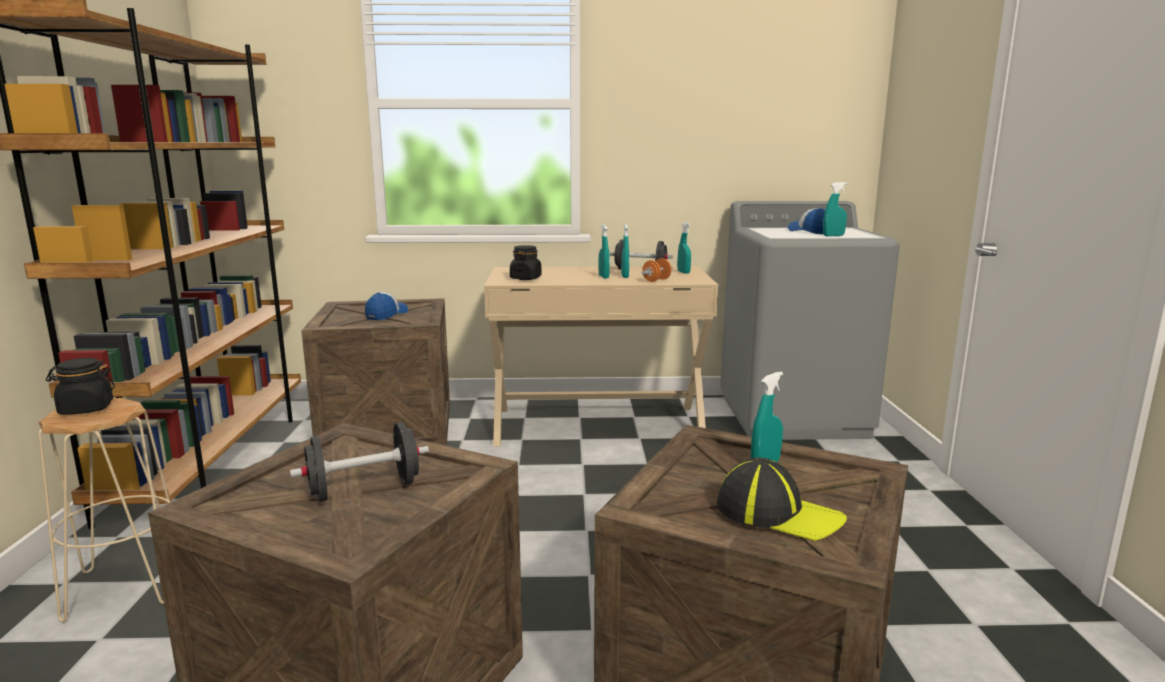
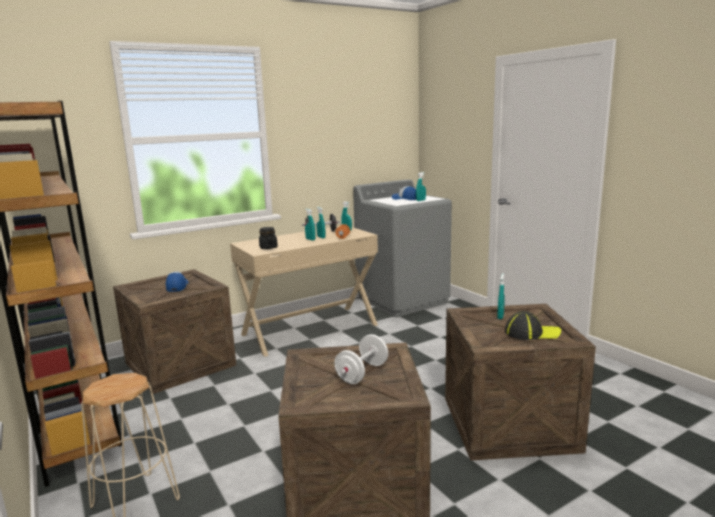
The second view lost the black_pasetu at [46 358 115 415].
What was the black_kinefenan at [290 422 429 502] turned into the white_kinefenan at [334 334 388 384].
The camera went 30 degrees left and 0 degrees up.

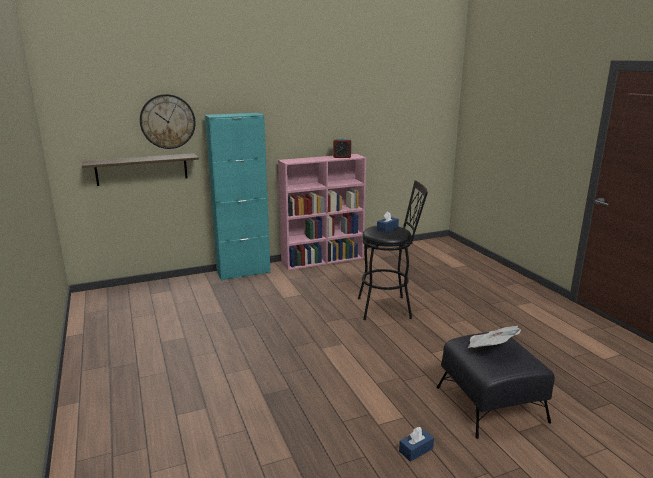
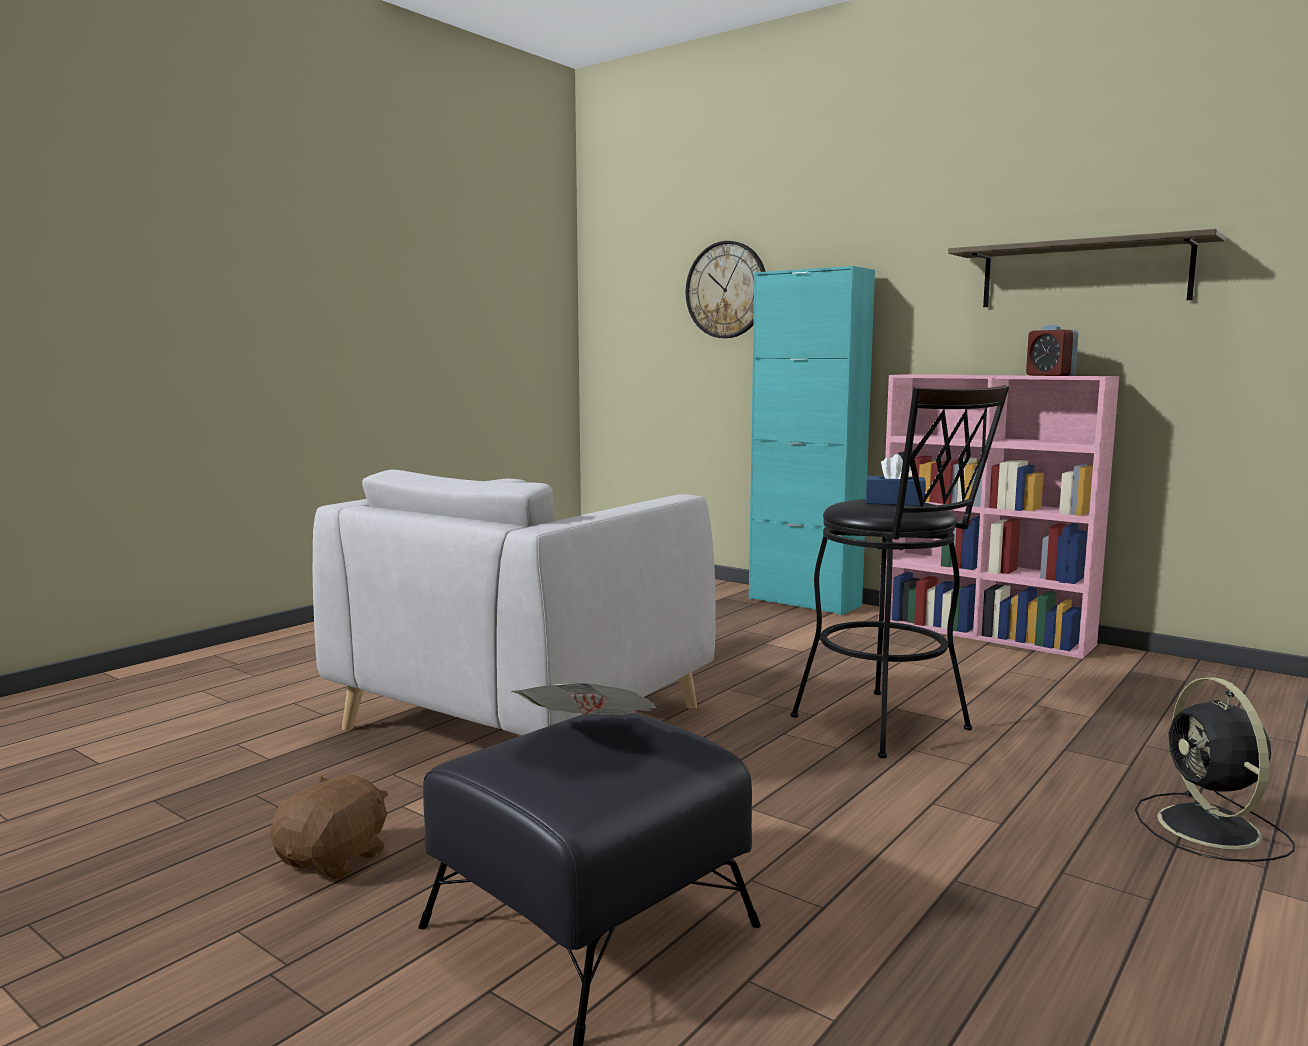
The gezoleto ended up elsewhere, having gone from [82 153 199 186] to [948 229 1225 307].
Where the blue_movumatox stood at [399 427 434 462], the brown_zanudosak came to stand at [270 774 388 879].
The second view gained the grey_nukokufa at [313 470 716 736].
The second view gained the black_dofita at [1135 677 1295 862].
The camera went 60 degrees right and 10 degrees down.

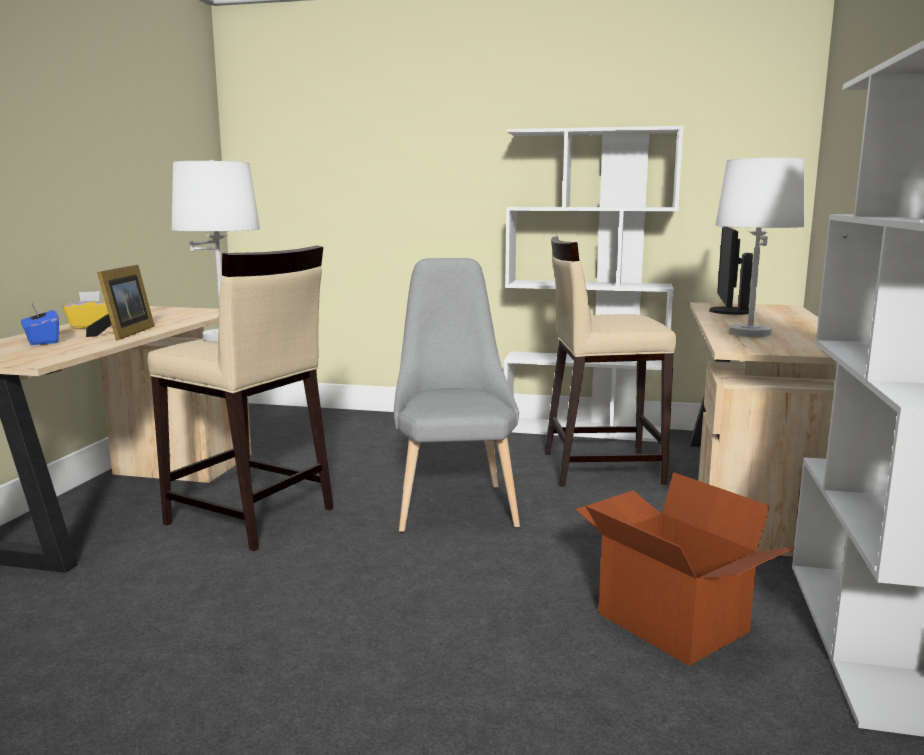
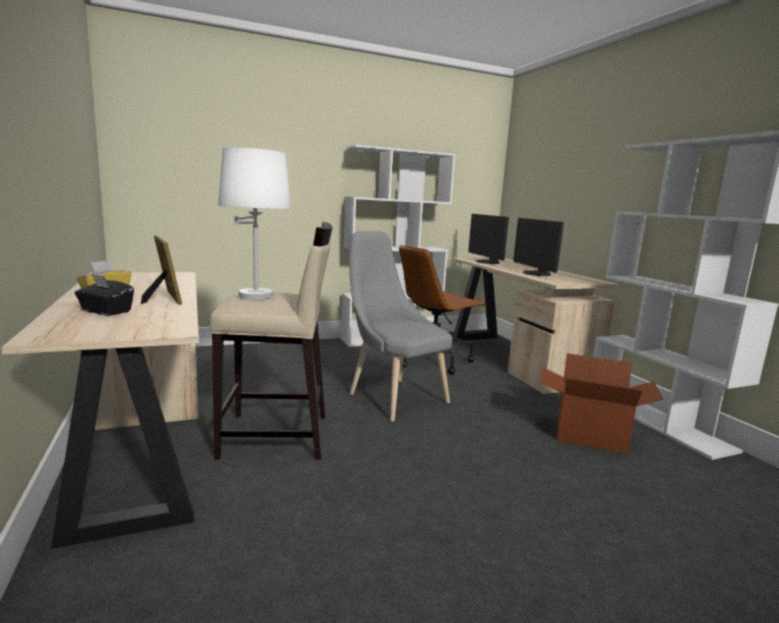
What was the blue_movumatox at [21 303 59 345] turned into the black_movumatox at [75 273 134 316].
Where the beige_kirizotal stood at [545 236 676 487], the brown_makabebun came to stand at [399 245 486 374].
Where the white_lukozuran stood at [715 157 805 337], the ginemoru came to stand at [513 218 564 276].
The camera went 35 degrees left and 0 degrees up.

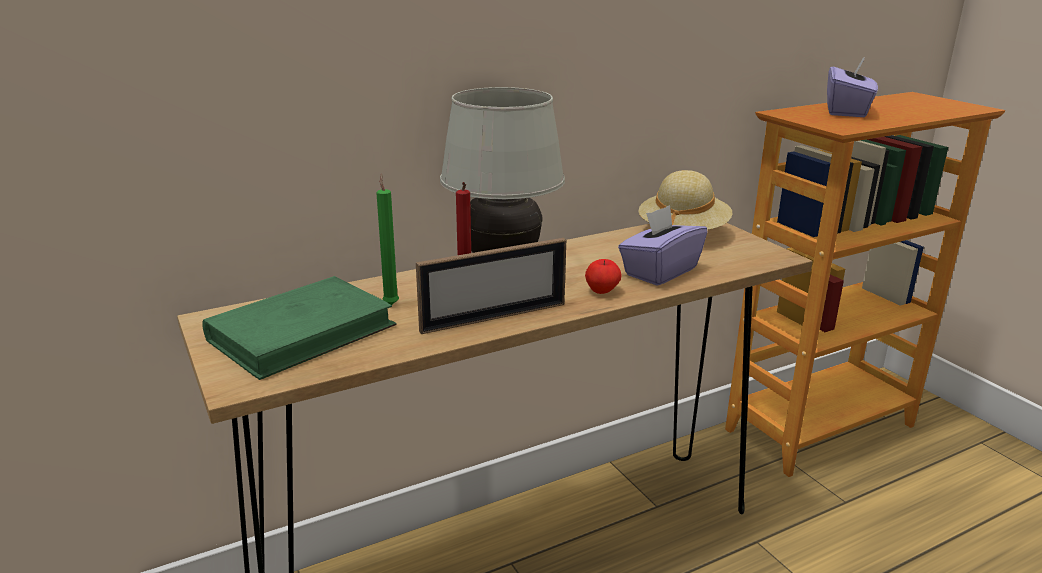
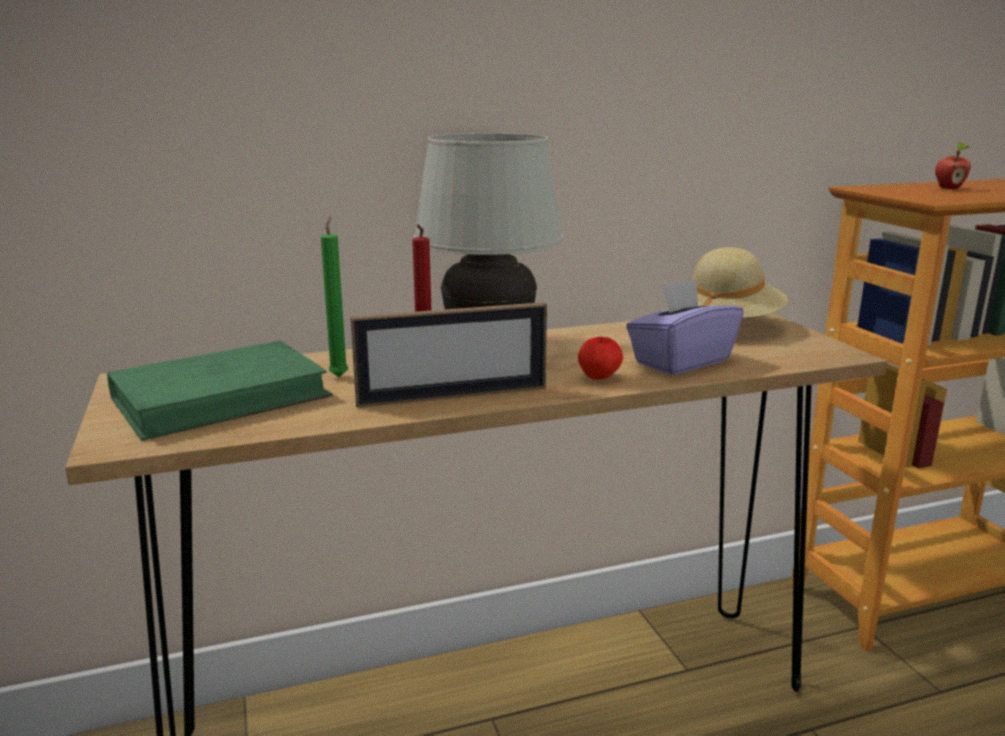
Where the purple_movumatox stood at [827 57 878 117], the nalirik came to stand at [935 142 971 189].
The camera went 10 degrees right and 5 degrees down.

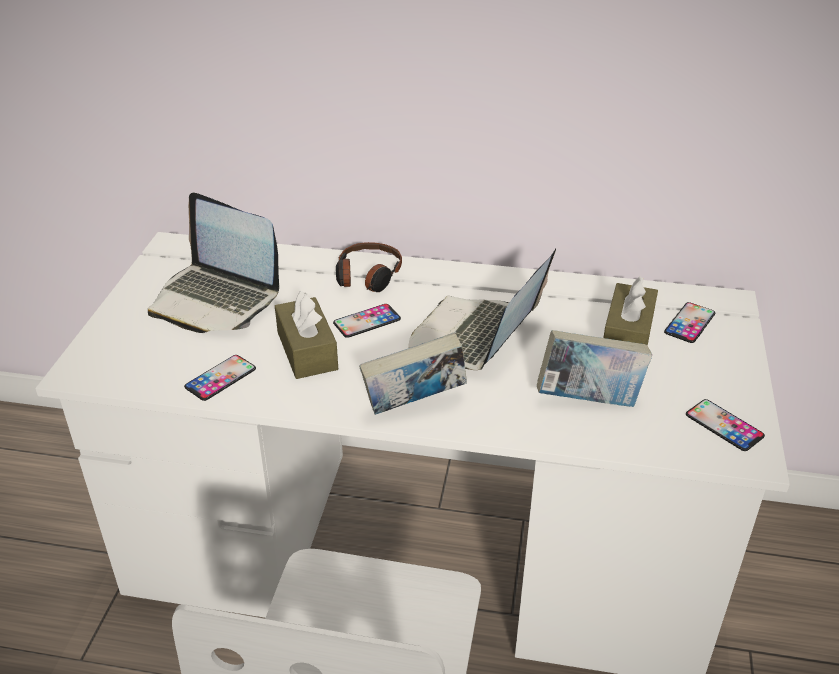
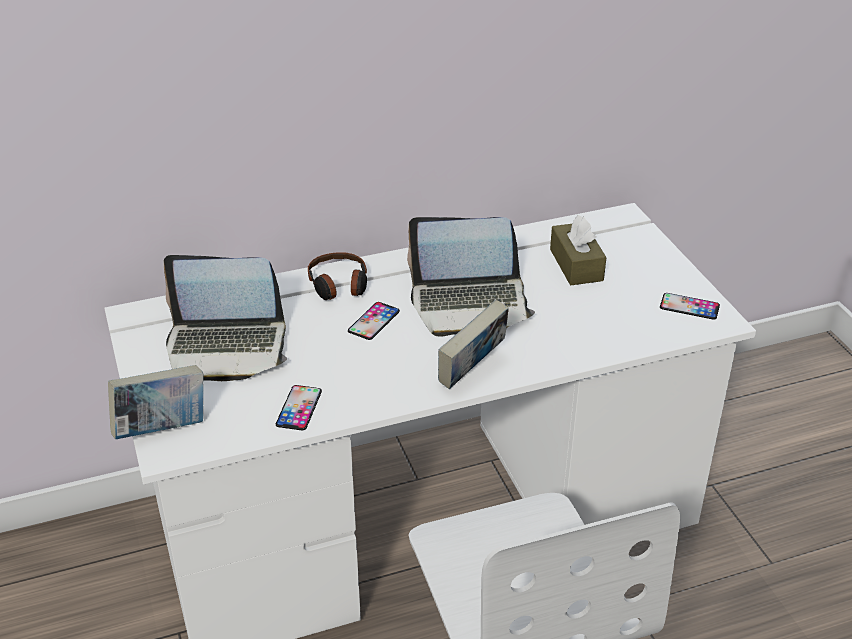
The second view lost the brown_movumatox at [275 291 338 379].
The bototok at [408 248 556 370] ended up facing another way, 90 degrees counterclockwise from before.
The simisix ended up elsewhere, having gone from [537 330 652 407] to [108 365 204 439].
The second view lost the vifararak at [664 302 715 343].
The camera went 30 degrees left and 0 degrees up.

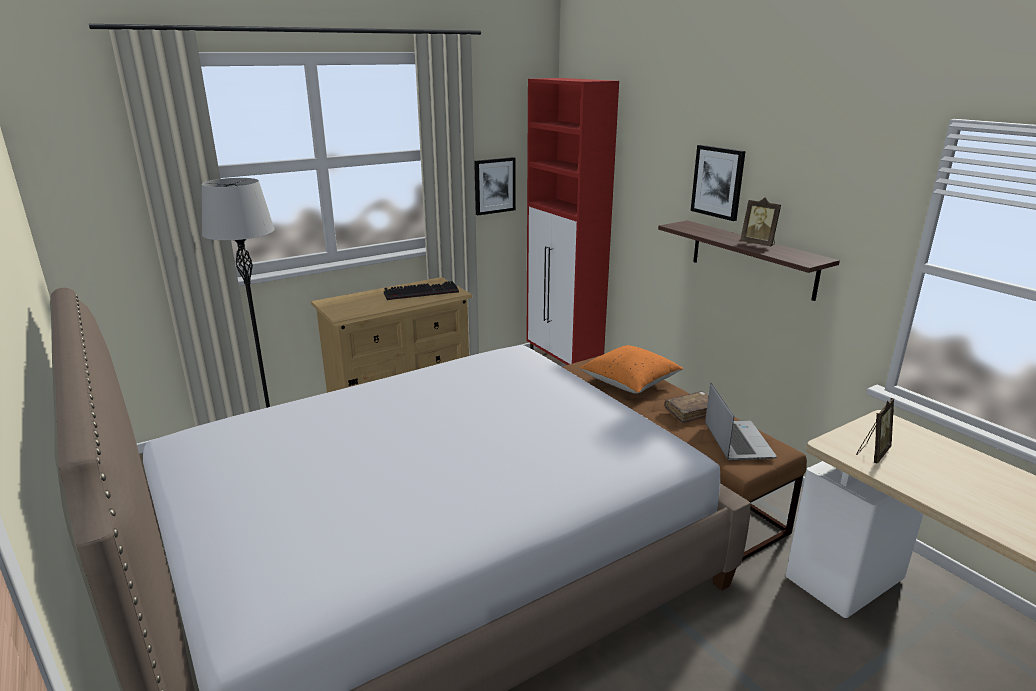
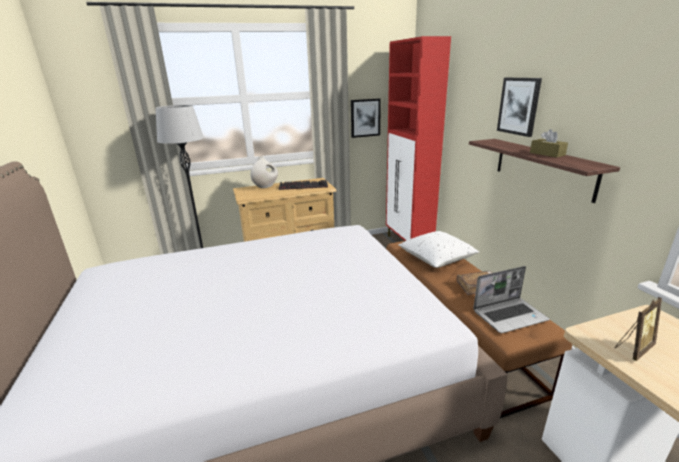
What was the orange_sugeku at [579 345 683 393] turned into the white_sugeku at [398 231 479 268].
The bototok at [705 383 777 460] ended up facing another way, 60 degrees clockwise from before.
Where the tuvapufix stood at [740 197 781 246], the brown_movumatox came to stand at [530 129 568 158].
The second view gained the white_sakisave at [250 156 278 188].
The camera went 15 degrees right and 0 degrees up.

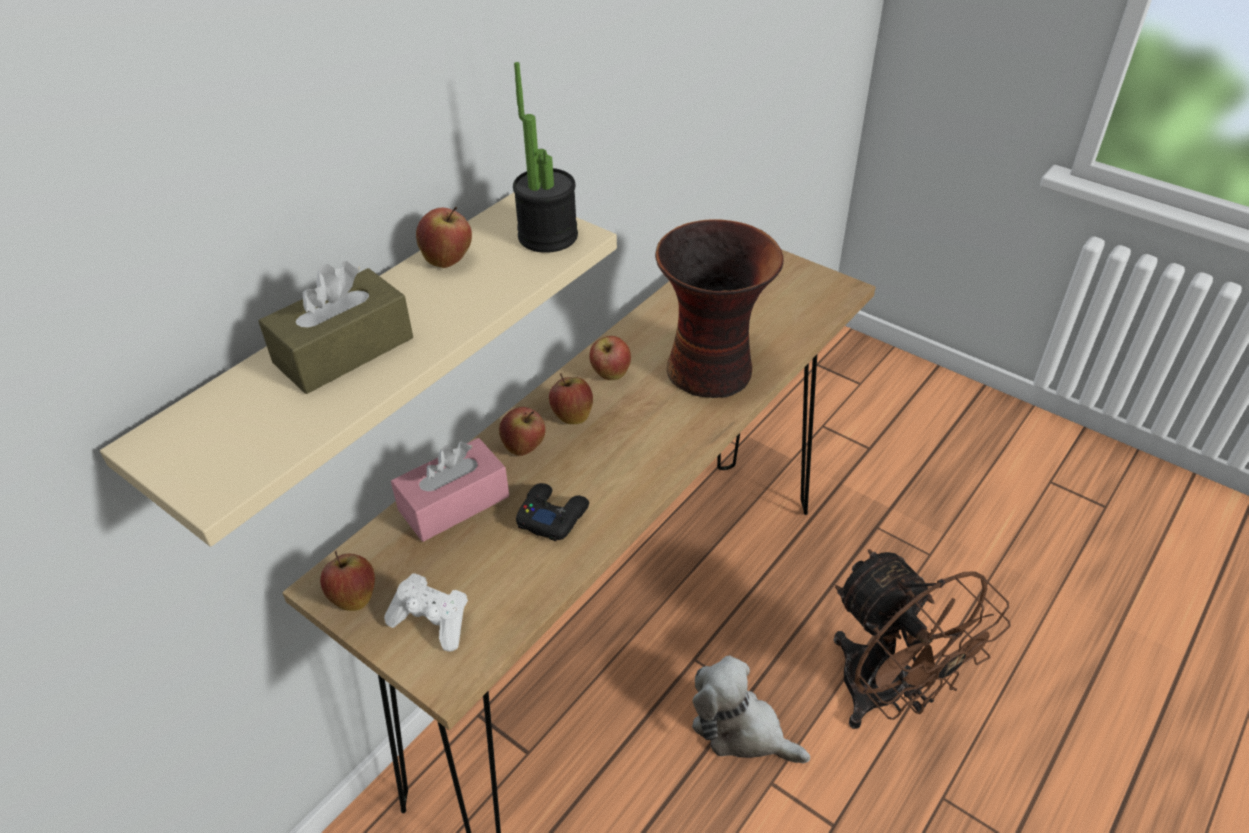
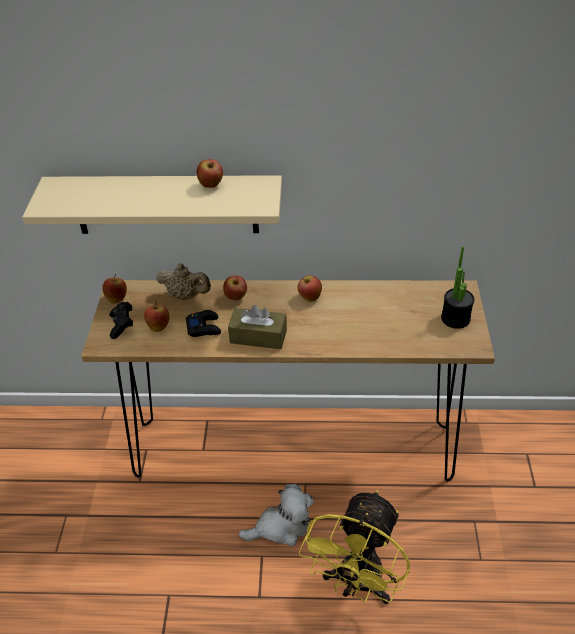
The brown_movumatox ended up elsewhere, having gone from [258 261 413 394] to [228 305 287 349].
What was the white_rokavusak at [384 573 468 652] turned into the black_rokavusak at [109 302 133 339].
Where the pink_movumatox stood at [391 438 509 542], the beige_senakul came to stand at [156 263 211 300].
The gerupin ended up elsewhere, having gone from [513 62 578 253] to [441 246 474 329].
The nalirik ended up elsewhere, having gone from [549 373 593 424] to [144 301 169 332].
The second view lost the sakisave at [655 219 784 398].
The zanudosak at [692 655 810 763] ended up facing another way, 75 degrees clockwise from before.
What was the brown_dofita at [834 549 1011 729] turned into the yellow_dofita at [299 490 410 604].
The camera went 55 degrees right and 0 degrees up.

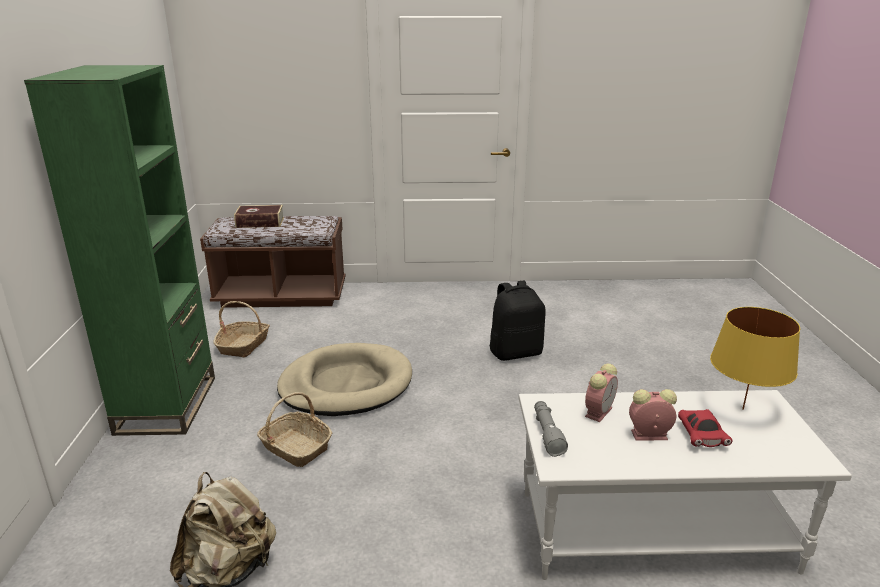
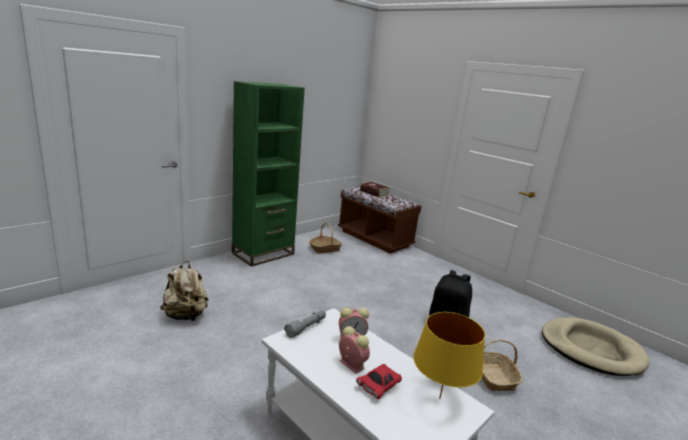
The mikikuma ended up elsewhere, having gone from [257 392 332 467] to [482 340 522 391].
The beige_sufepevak ended up elsewhere, having gone from [277 343 412 416] to [542 317 650 376].
The camera went 45 degrees right and 5 degrees down.

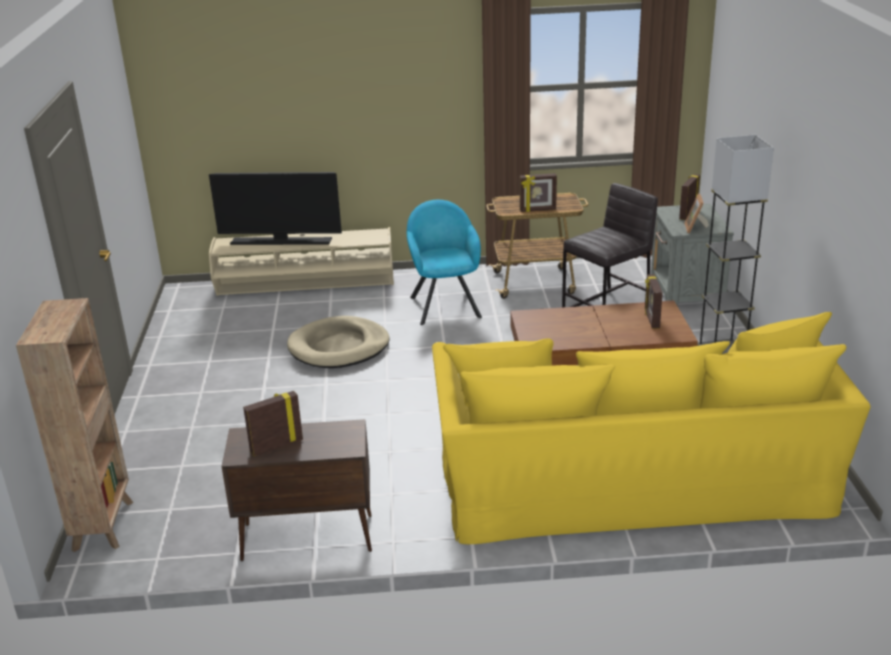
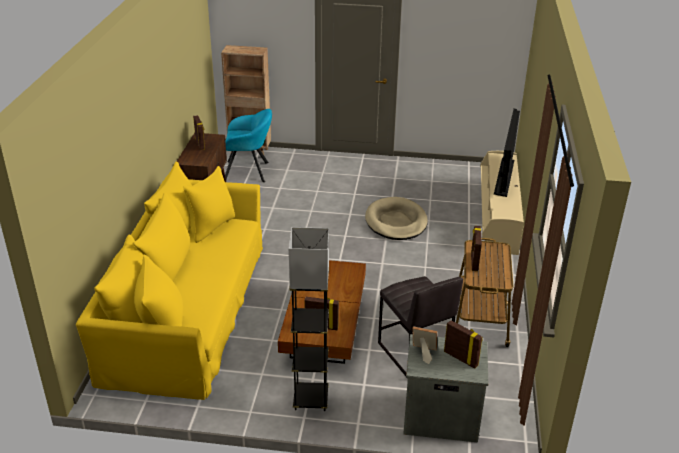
The turquoise_nukokufa ended up elsewhere, having gone from [407 200 482 325] to [225 109 272 182].
The camera went 100 degrees right and 5 degrees up.

